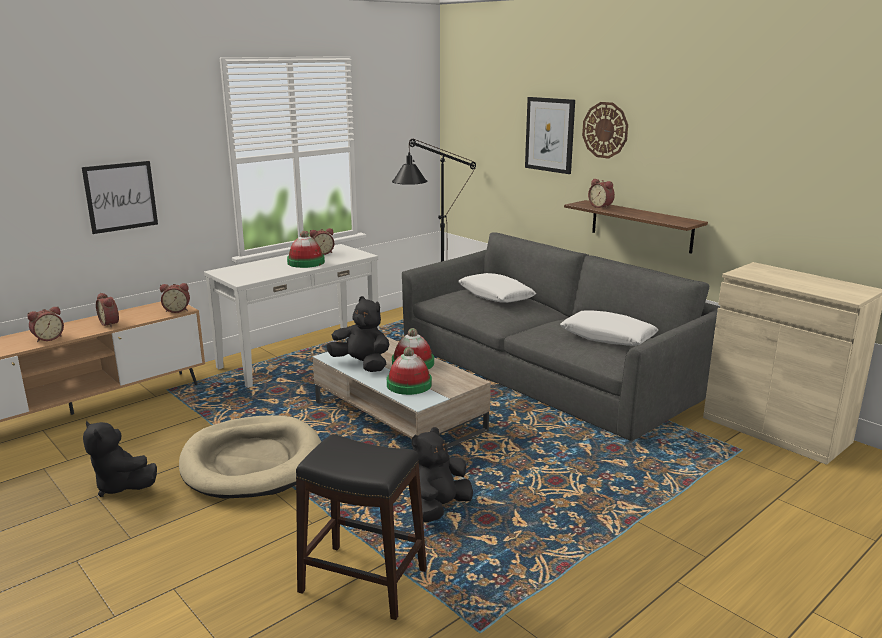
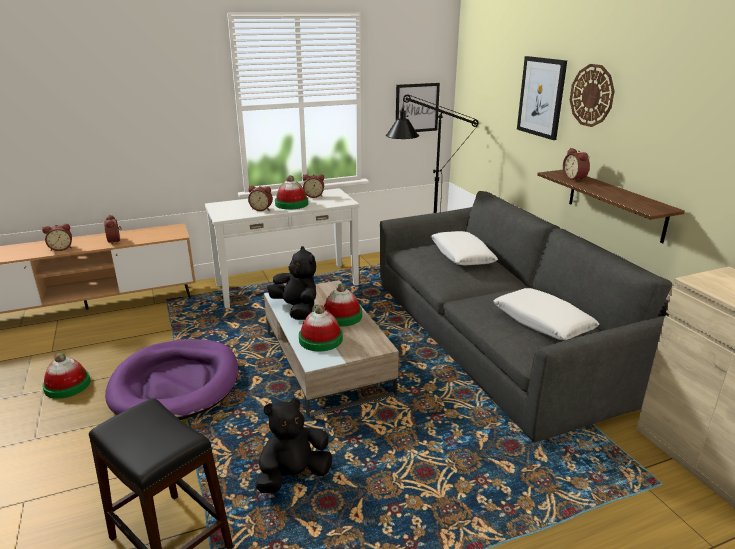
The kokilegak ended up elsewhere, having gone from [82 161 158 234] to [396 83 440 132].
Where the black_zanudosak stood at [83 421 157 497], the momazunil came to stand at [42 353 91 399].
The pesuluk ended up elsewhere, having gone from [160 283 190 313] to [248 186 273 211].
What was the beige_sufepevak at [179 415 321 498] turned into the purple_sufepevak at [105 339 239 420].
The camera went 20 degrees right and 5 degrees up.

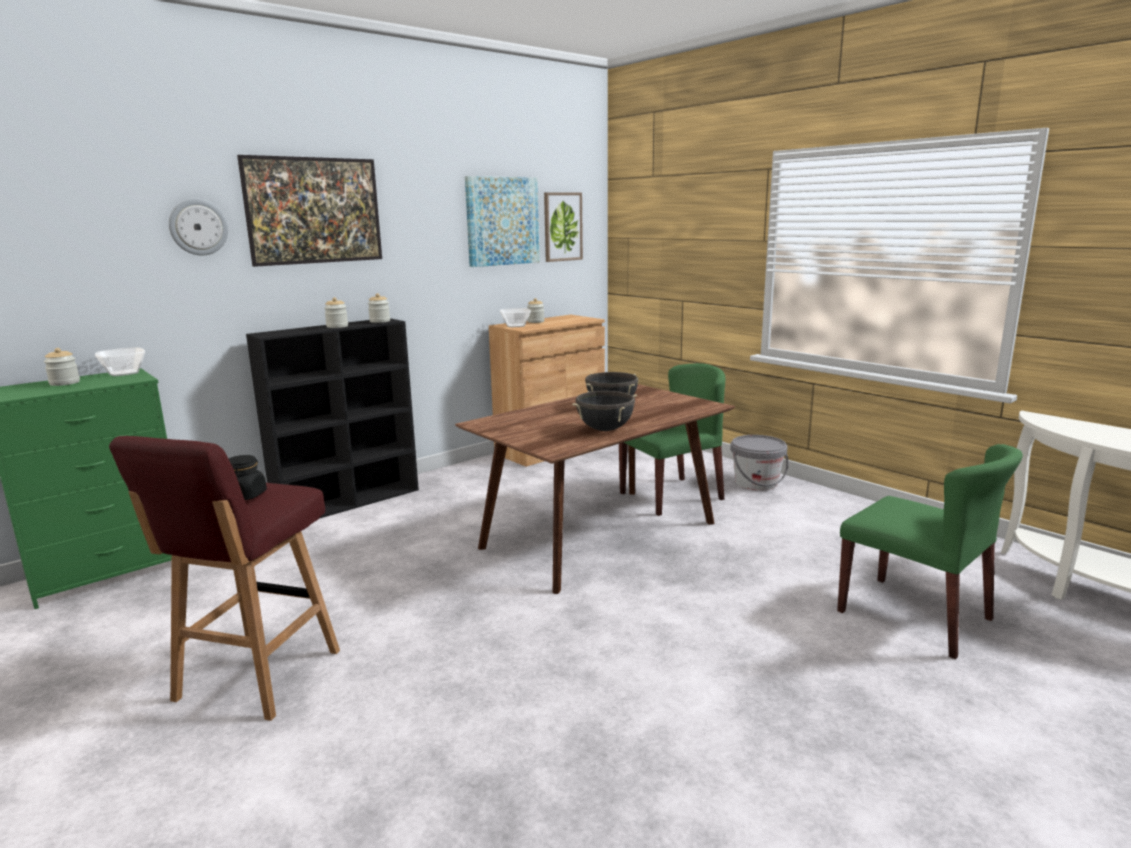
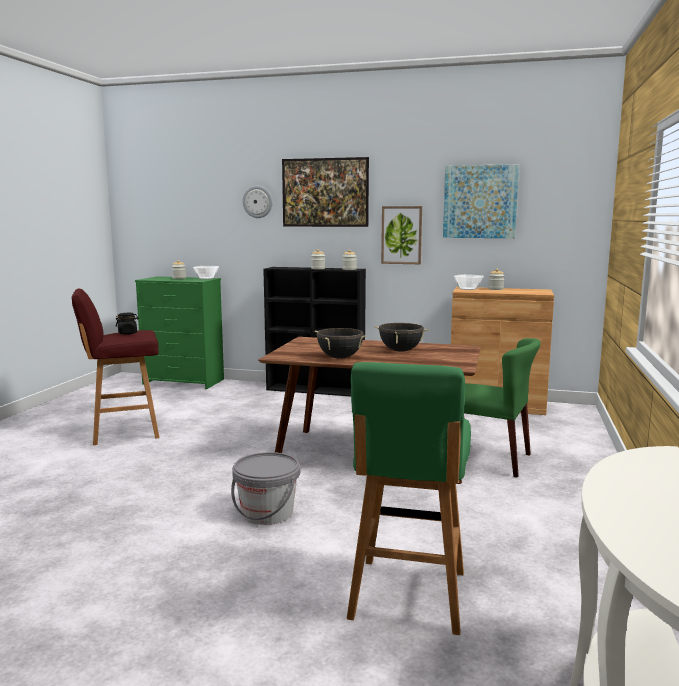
The kokilegak ended up elsewhere, having gone from [544 192 583 262] to [381 206 422 264].
The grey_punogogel ended up elsewhere, having gone from [730 435 789 490] to [231 452 300 525].
Where the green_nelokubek stood at [837 444 1023 659], the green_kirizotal came to stand at [347 362 471 635].
The camera went 55 degrees right and 5 degrees down.

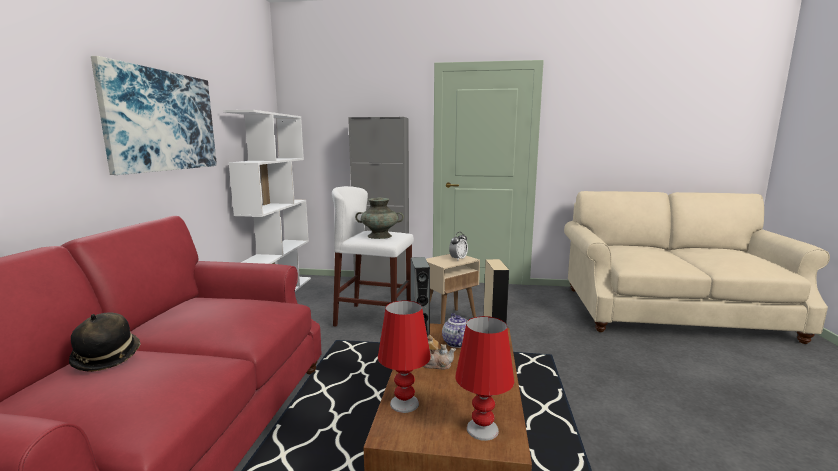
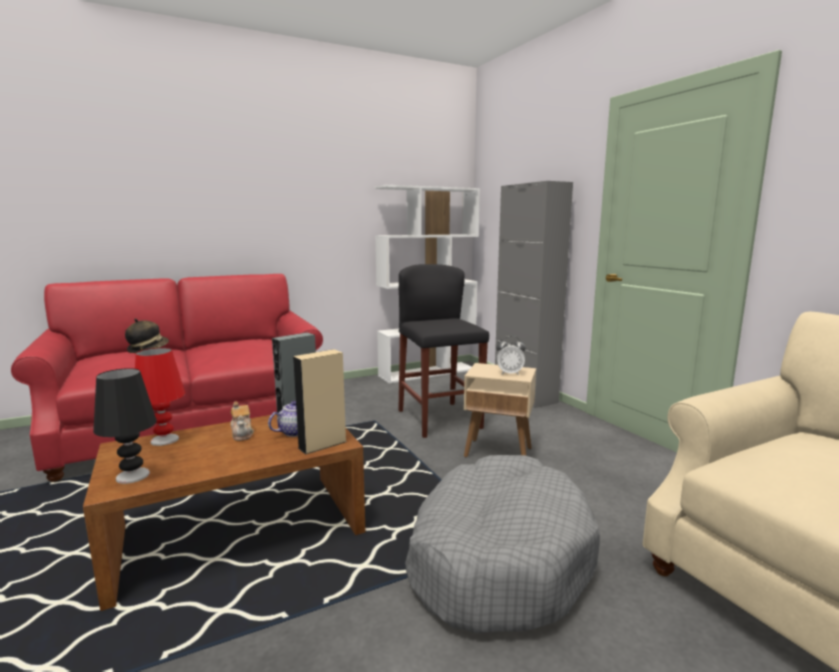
The second view lost the kokilegak at [91 56 217 175].
What was the white_kirizotal at [332 186 414 327] turned into the black_kirizotal at [398 264 489 438].
The second view lost the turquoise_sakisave at [355 197 404 239].
What was the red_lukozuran at [455 316 514 441] turned into the black_lukozuran at [93 368 157 484].
The second view gained the grey_sufepevak at [405 455 600 634].
The camera went 55 degrees right and 0 degrees up.

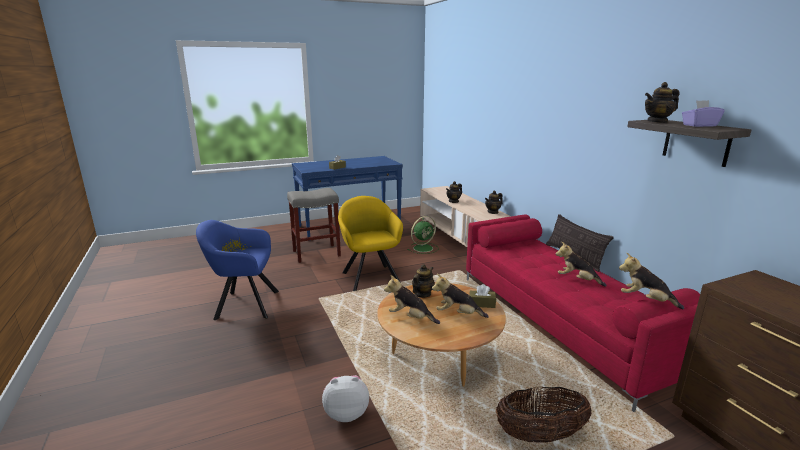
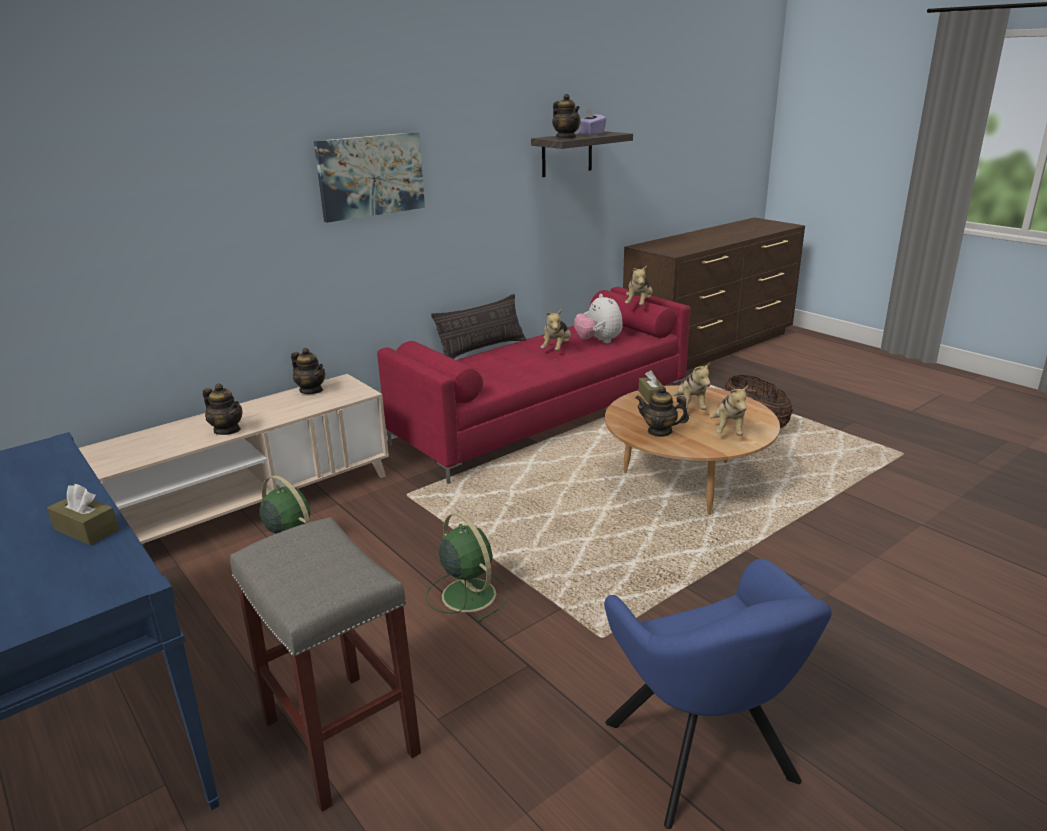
The zanudosak ended up elsewhere, having gone from [322 375 369 422] to [574 294 623 343].
Where the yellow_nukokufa stood at [338 196 403 291], the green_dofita came to stand at [426 513 509 622].
The second view gained the kokilegak at [314 132 425 223].
The camera went 105 degrees left and 5 degrees up.

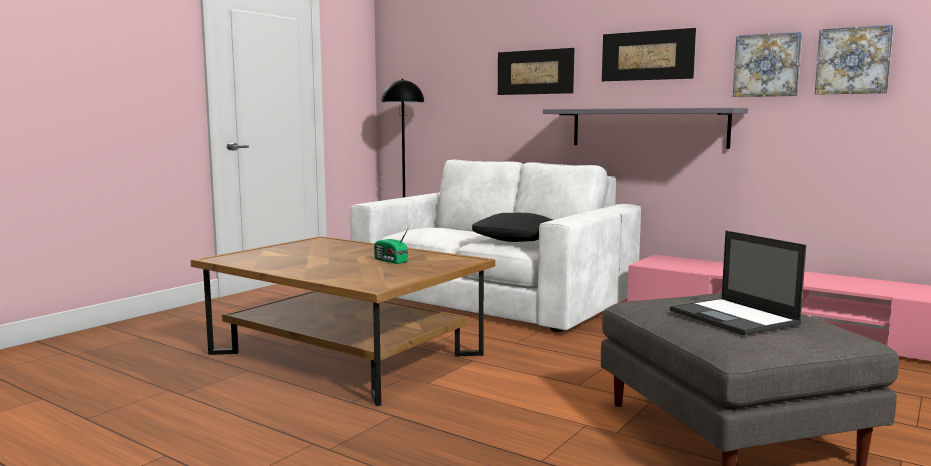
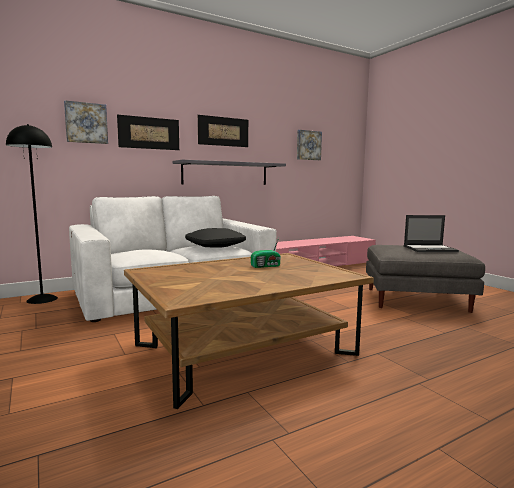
The kokilegak ended up elsewhere, having gone from [733 32 802 97] to [64 100 108 144].
The camera went 65 degrees left and 0 degrees up.

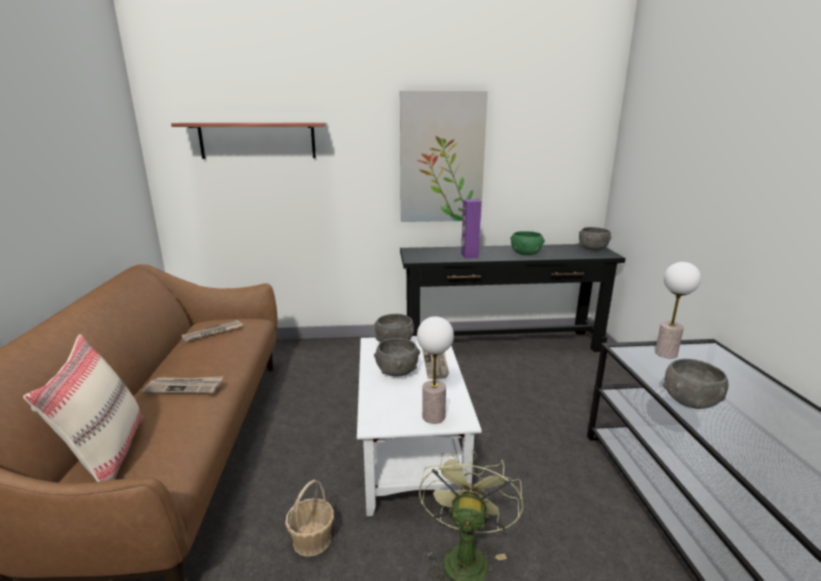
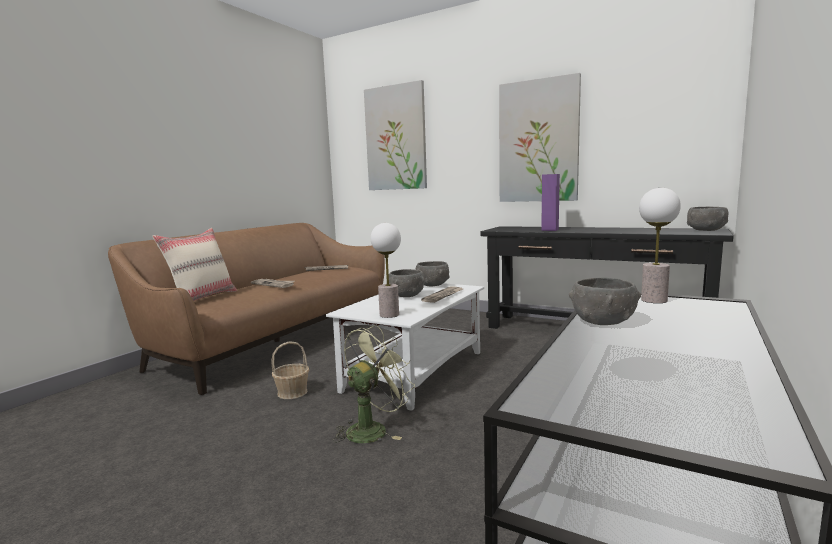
Where the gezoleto hung at [171 123 327 159], the kokilegak came to hang at [364 80 427 190].
The second view lost the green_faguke at [510 231 545 255].
The camera went 35 degrees right and 10 degrees down.

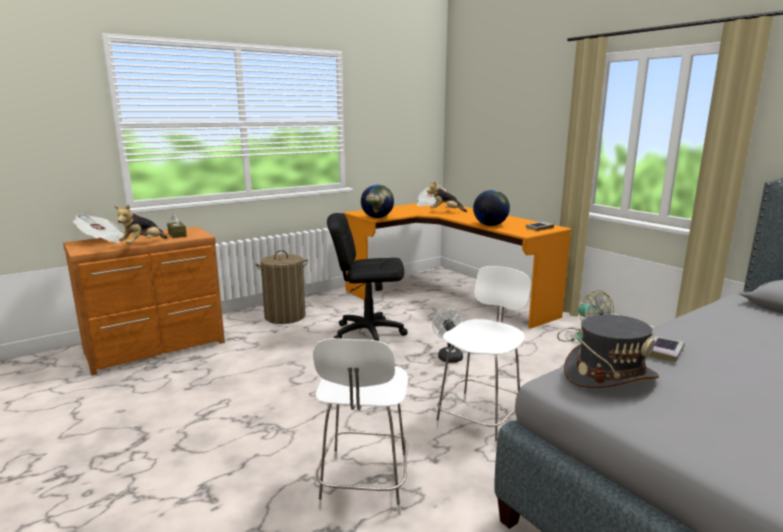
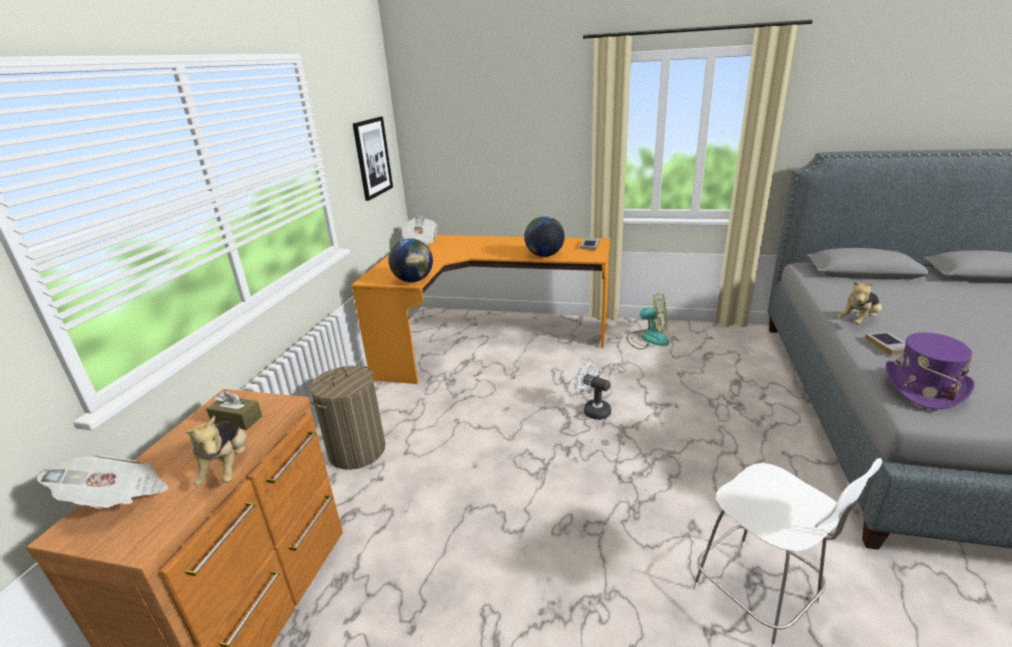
The second view lost the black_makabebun at [327 213 408 341].
The zanudosak ended up elsewhere, having gone from [427 181 467 212] to [838 282 882 325].
The second view lost the white_nelokubek at [435 266 531 450].
What was the grey_momazunil at [564 315 659 388] turned into the purple_momazunil at [886 332 975 410].
The second view gained the kokilegak at [353 117 393 201].
The camera went 40 degrees left and 10 degrees up.

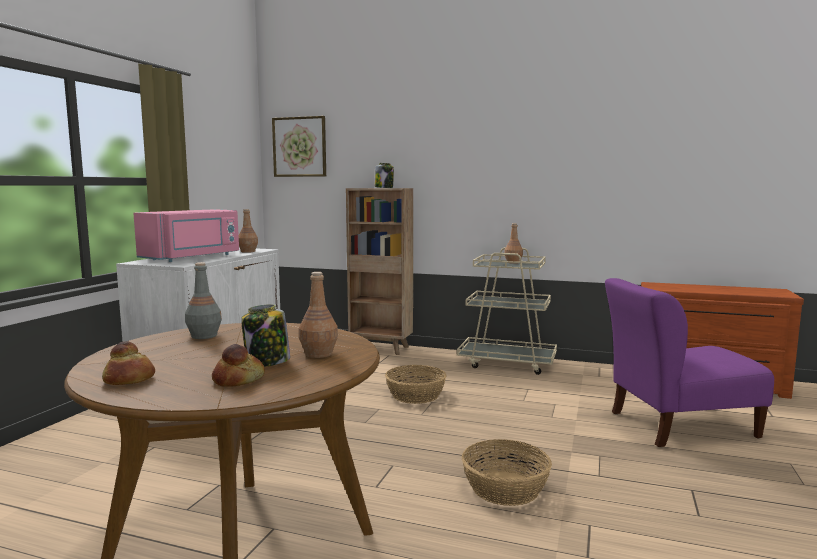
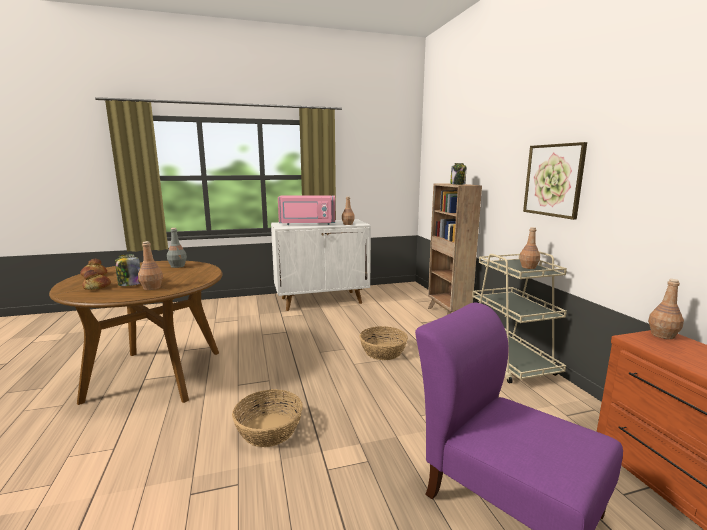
The kokilegak ended up elsewhere, having gone from [272 116 326 177] to [523 142 587 220].
The second view gained the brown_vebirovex at [648 279 684 339].
The camera went 55 degrees right and 5 degrees up.

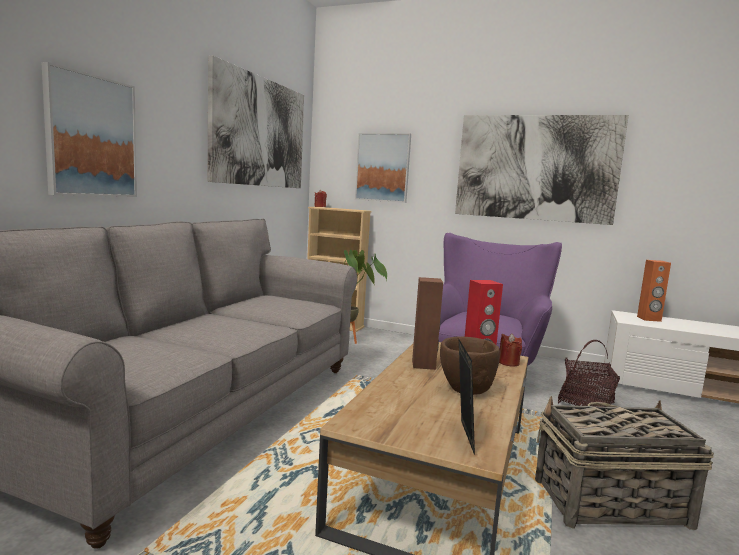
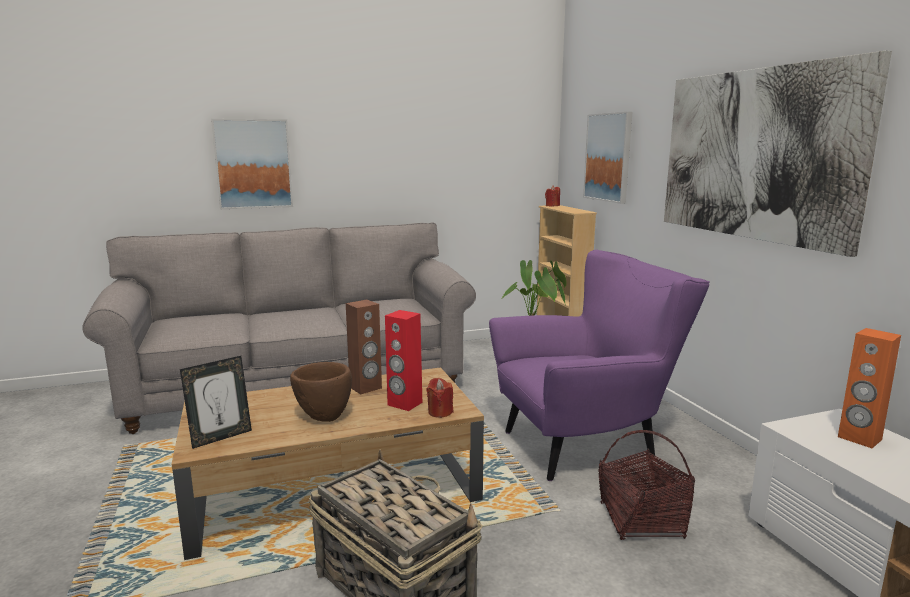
The second view lost the kokilegak at [208 55 304 188].
The camera went 50 degrees right and 5 degrees up.

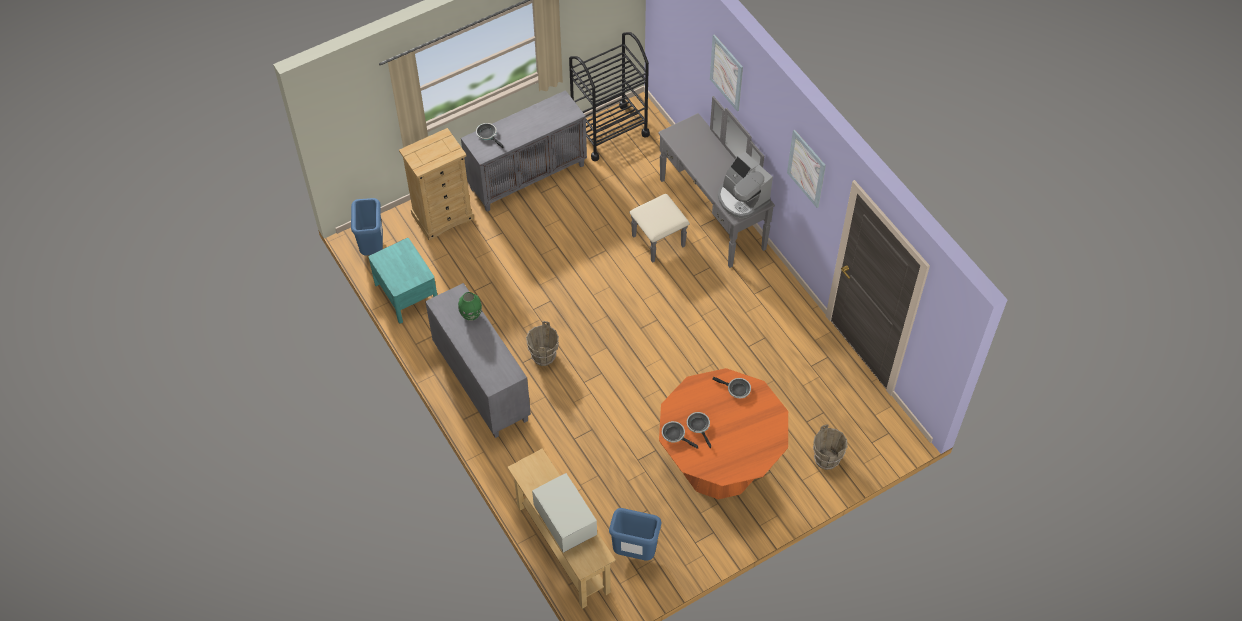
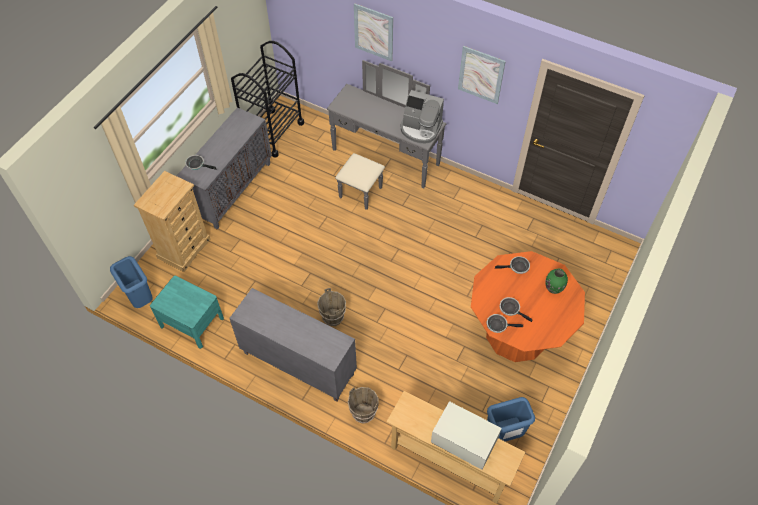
The green_sakisave ended up elsewhere, having gone from [458 292 482 321] to [545 268 568 294].
The brown_punogogel ended up elsewhere, having gone from [813 424 848 470] to [348 387 379 424].
The camera went 30 degrees left and 0 degrees up.

